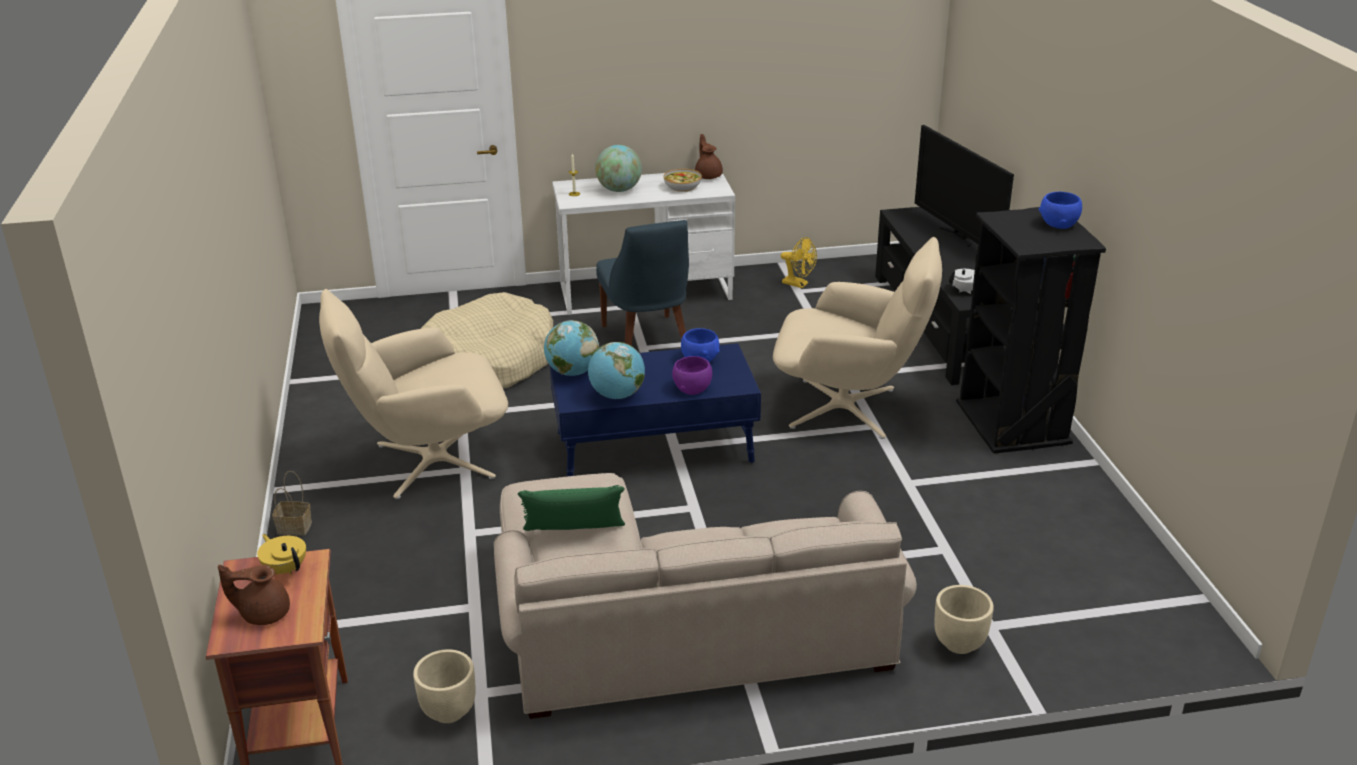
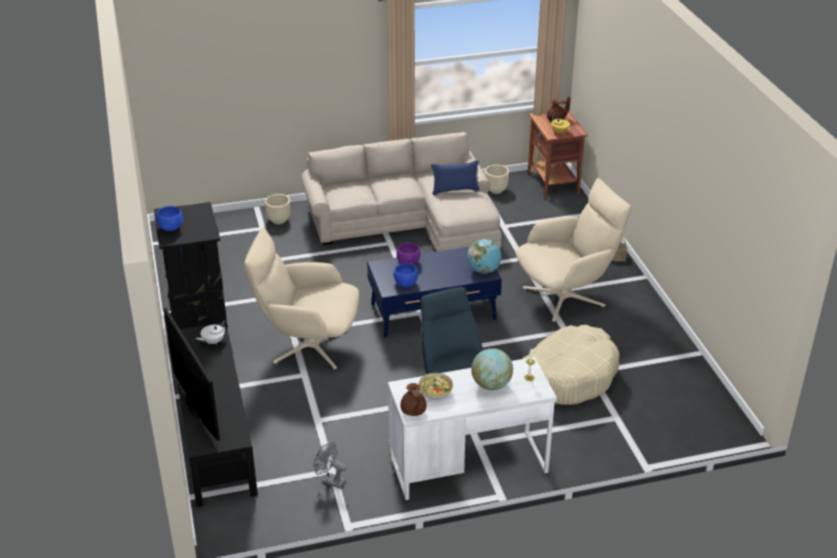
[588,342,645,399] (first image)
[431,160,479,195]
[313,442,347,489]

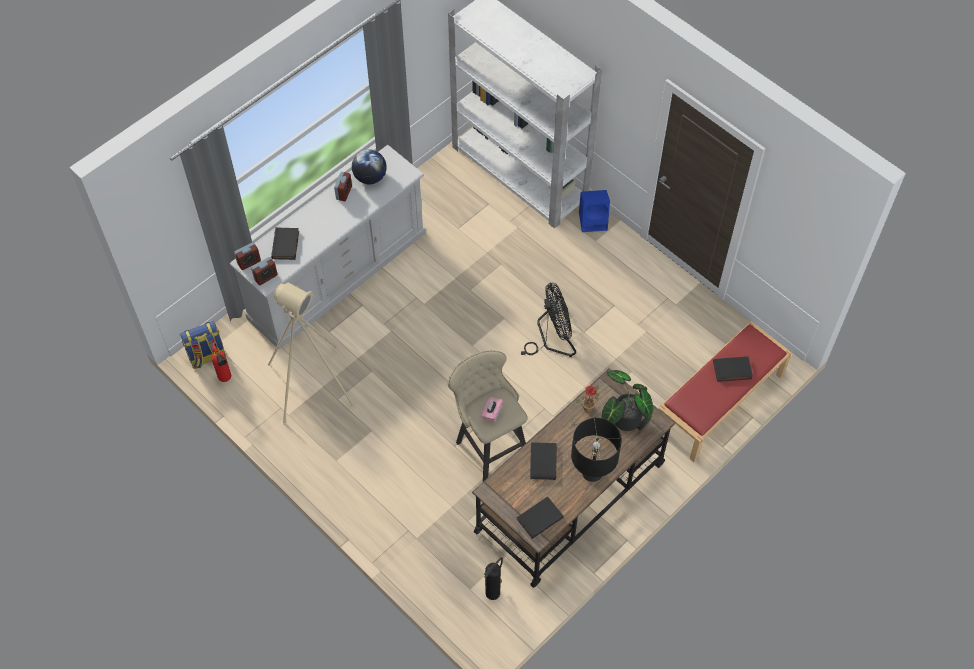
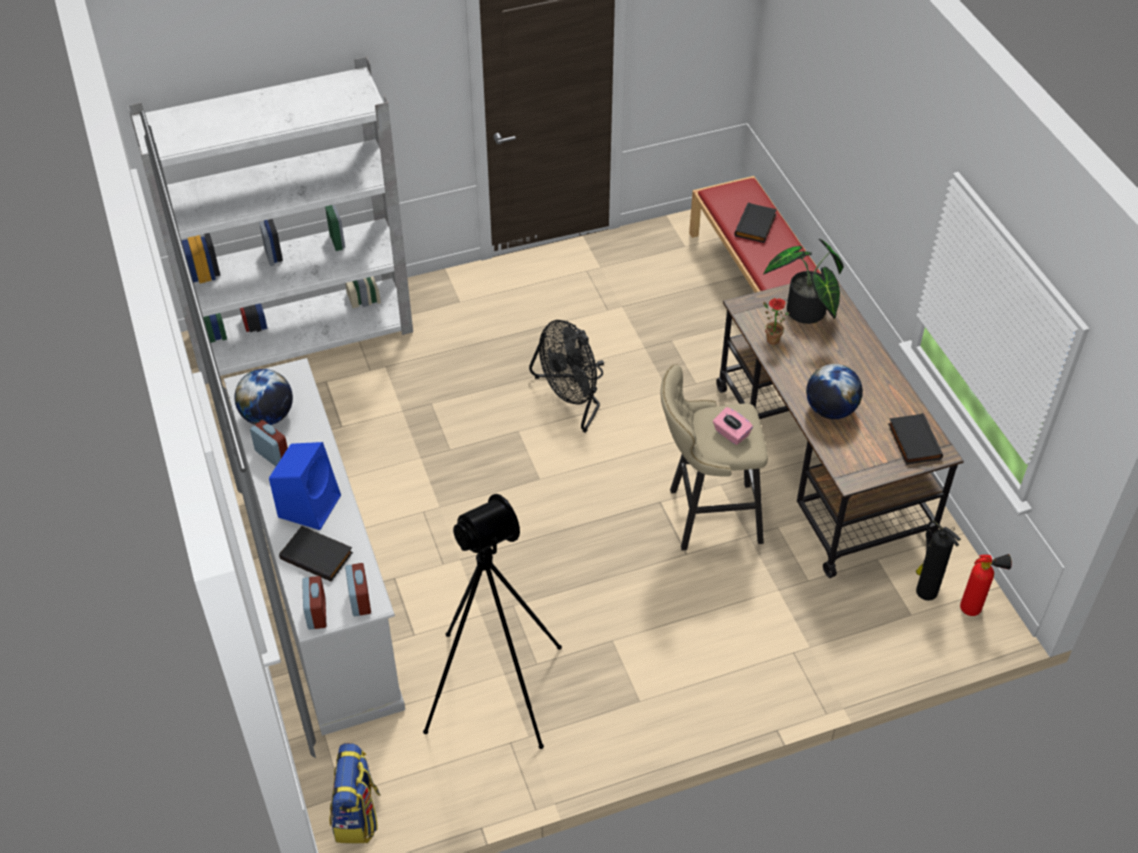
[571,418,622,482] (first image)
[960,554,1012,616]
[269,442,341,530]
[806,364,863,419]
[423,494,562,749]
[529,320,605,433]

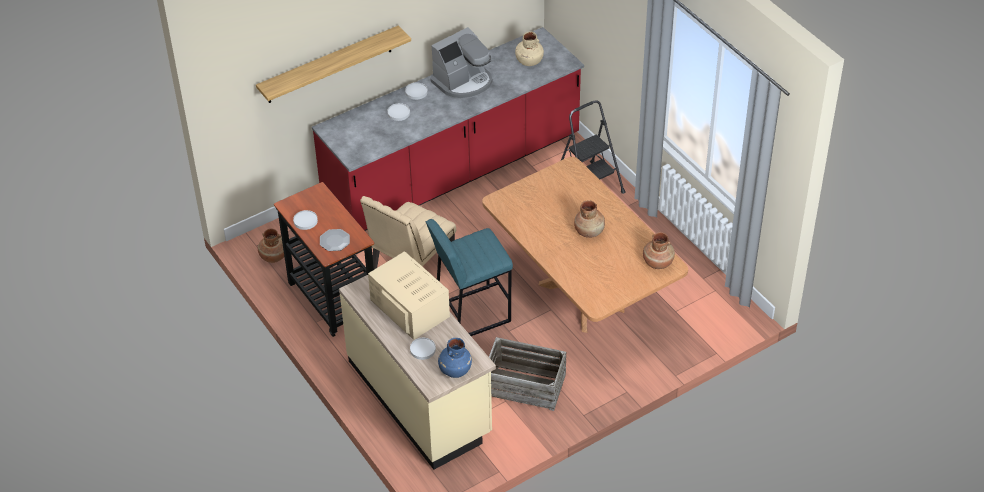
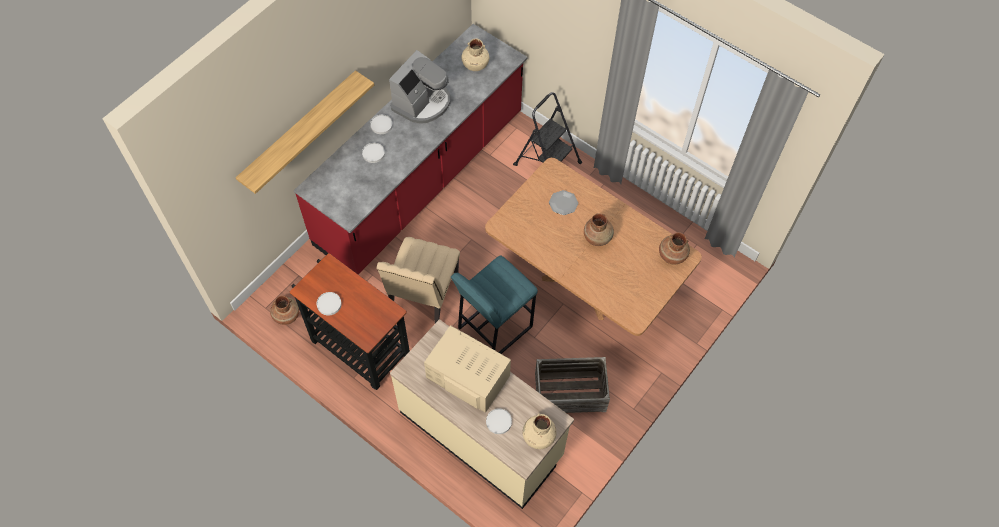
[549,190,578,215]
[523,413,557,449]

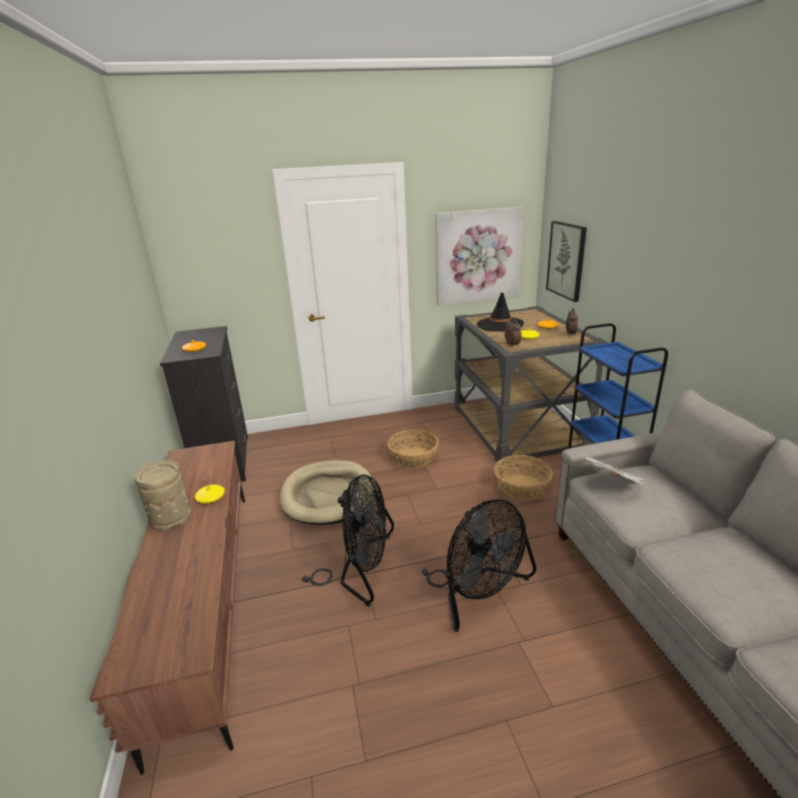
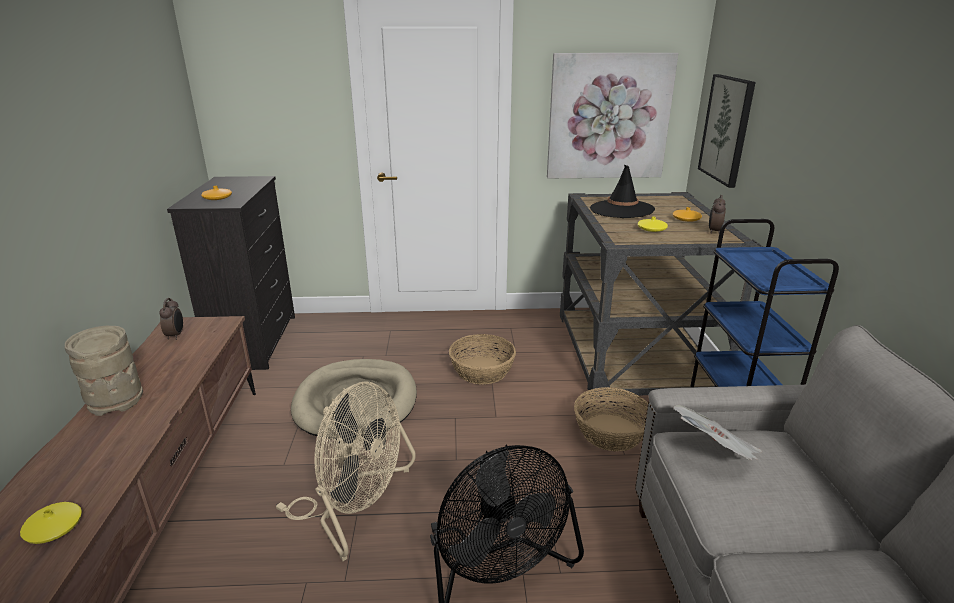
[20,502,82,544]
[159,298,183,340]
[276,382,416,561]

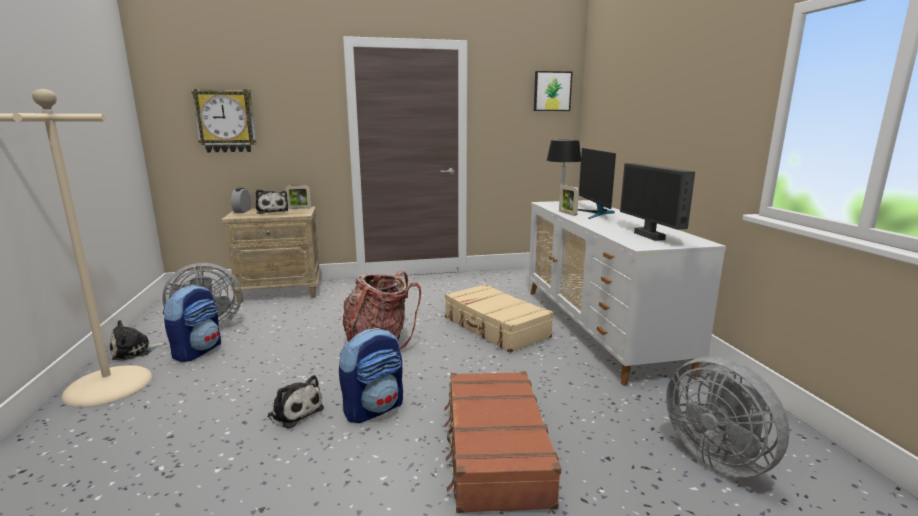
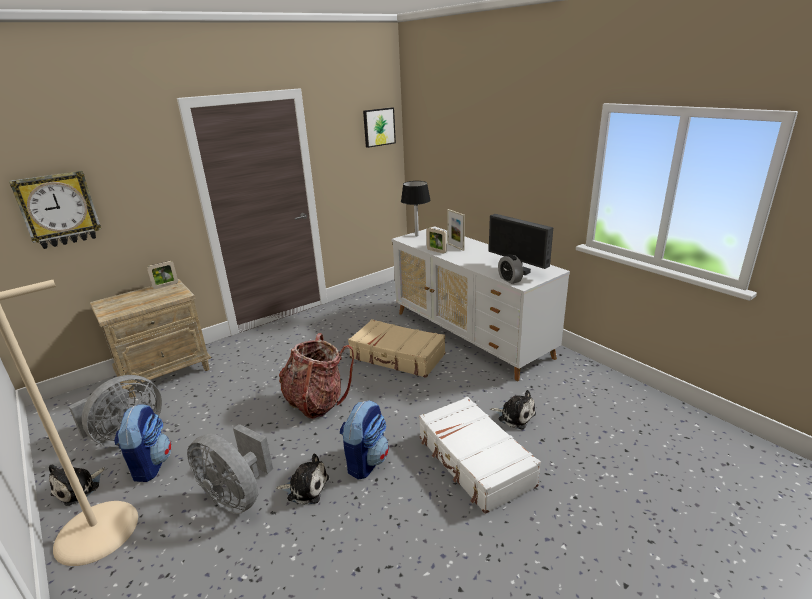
[498,254,523,284]
[491,390,536,429]
[187,424,273,514]
[447,209,465,251]
[419,397,541,514]

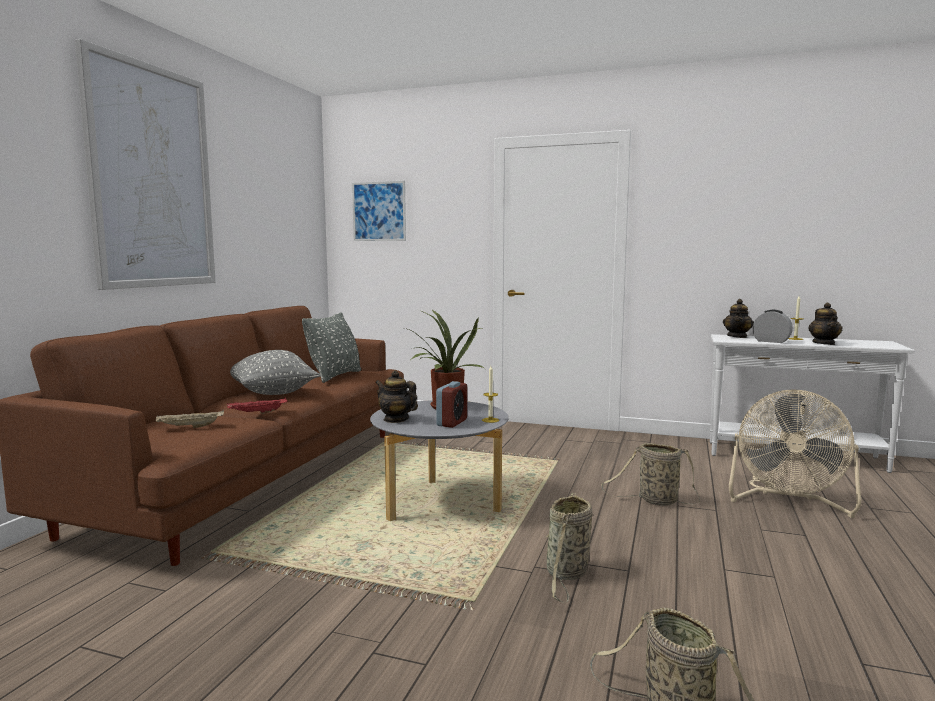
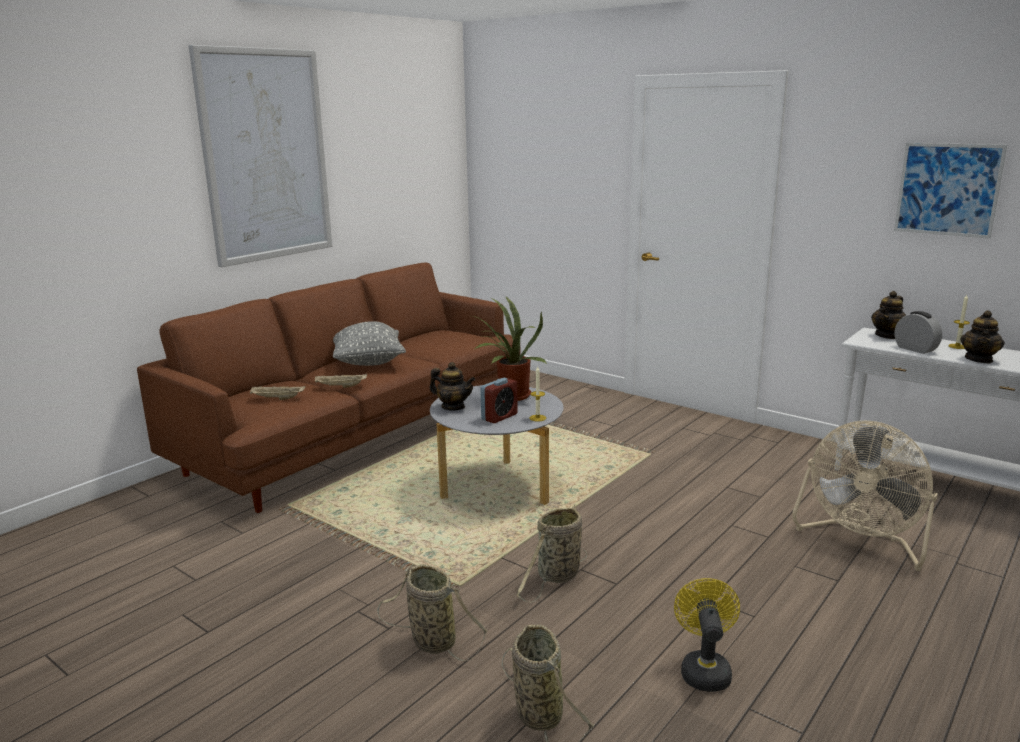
[302,312,361,383] (first image)
[674,578,740,692]
[894,143,1007,239]
[377,564,487,661]
[315,373,367,388]
[429,362,475,410]

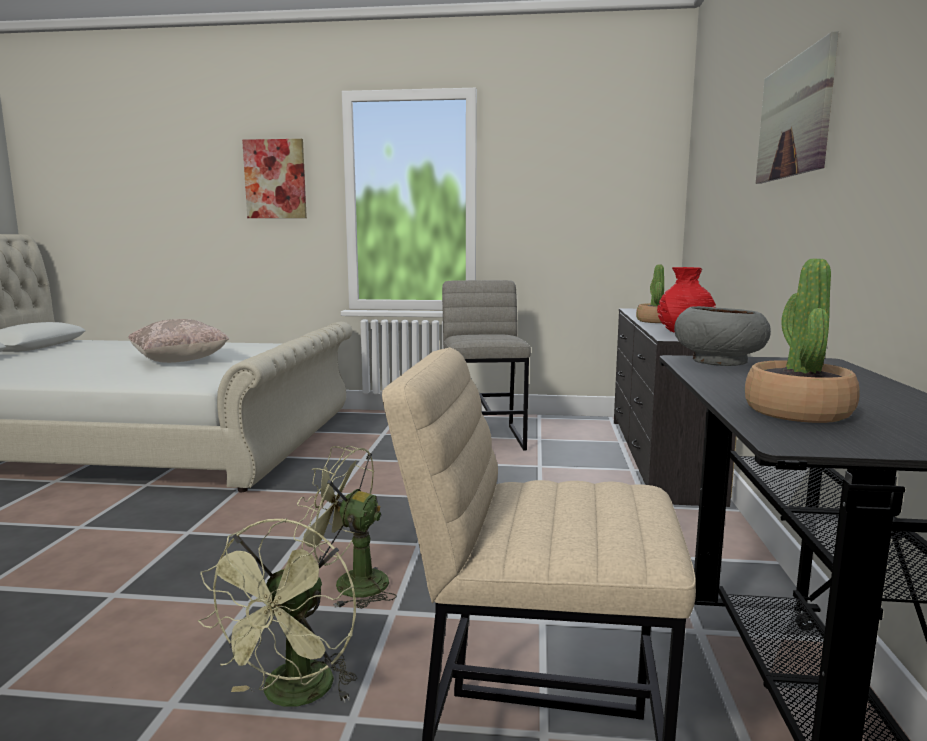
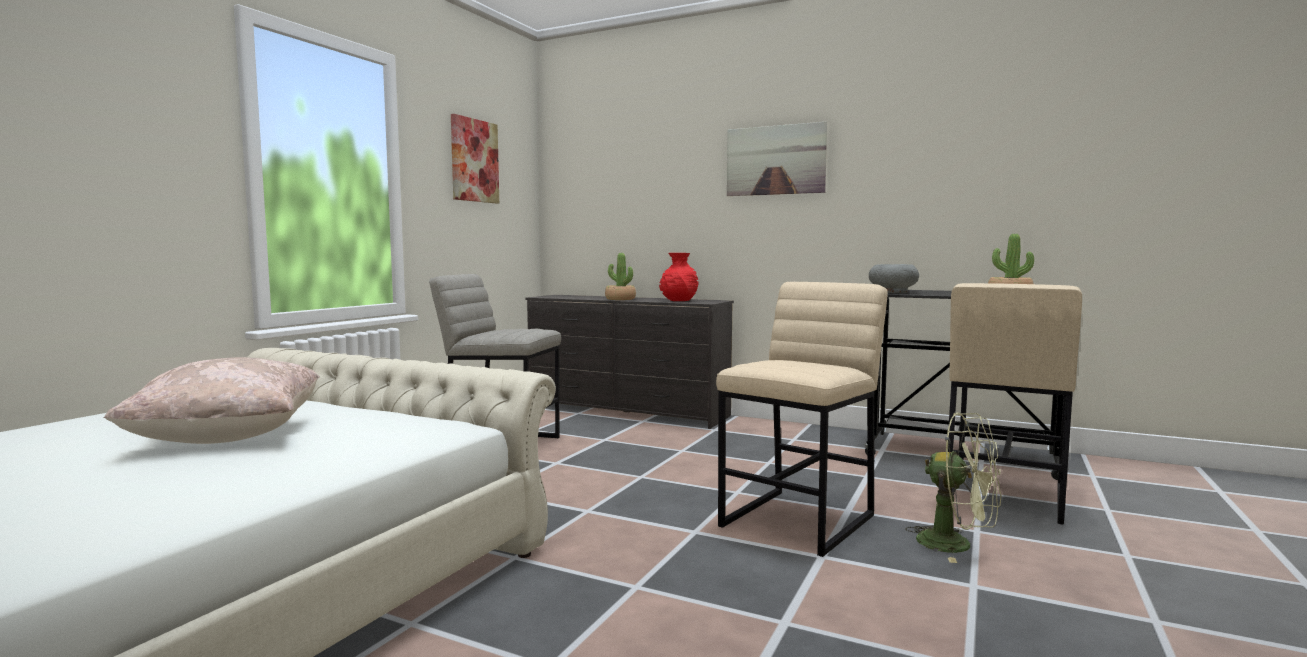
[451,114,499,203]
[716,282,888,557]

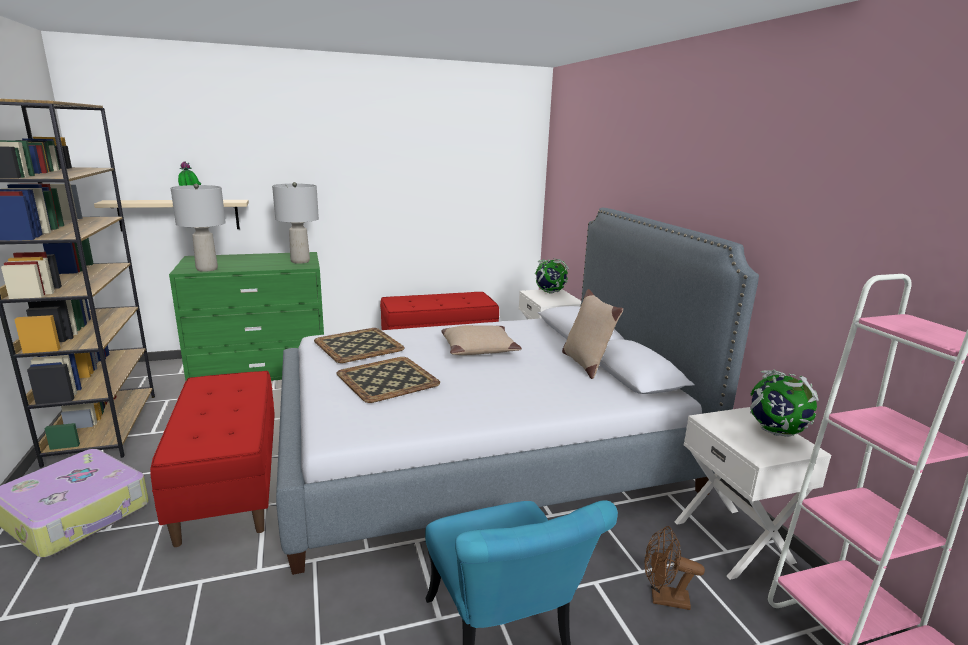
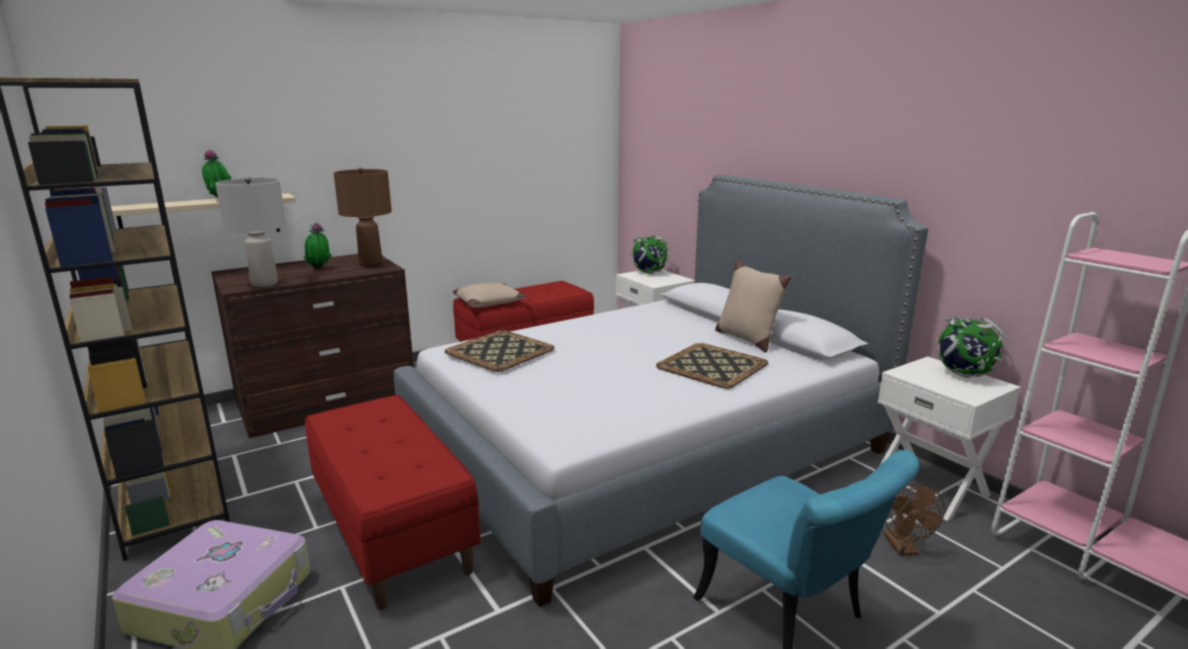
[304,222,332,269]
[656,343,768,389]
[453,283,527,308]
[211,254,414,438]
[334,168,392,267]
[883,483,945,556]

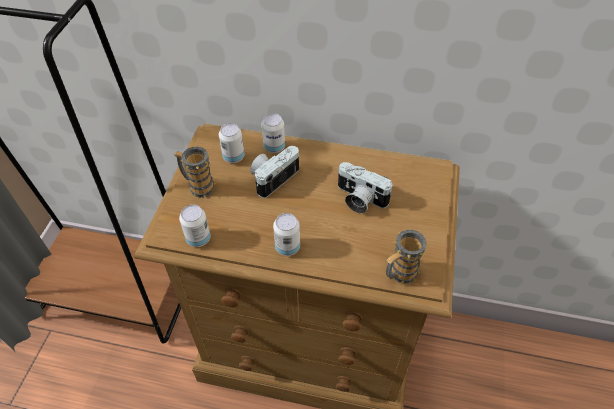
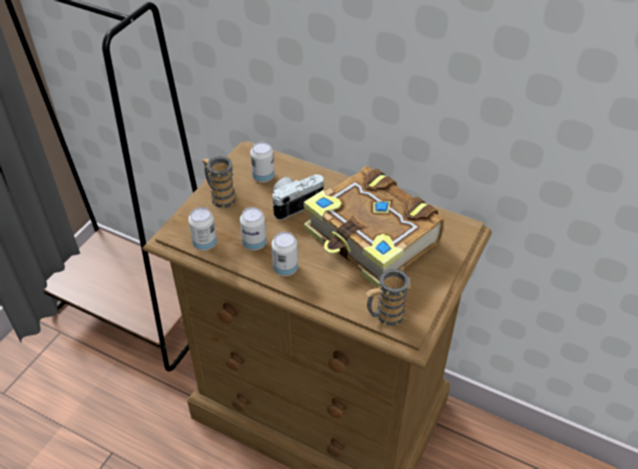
[240,207,267,250]
[304,166,445,288]

